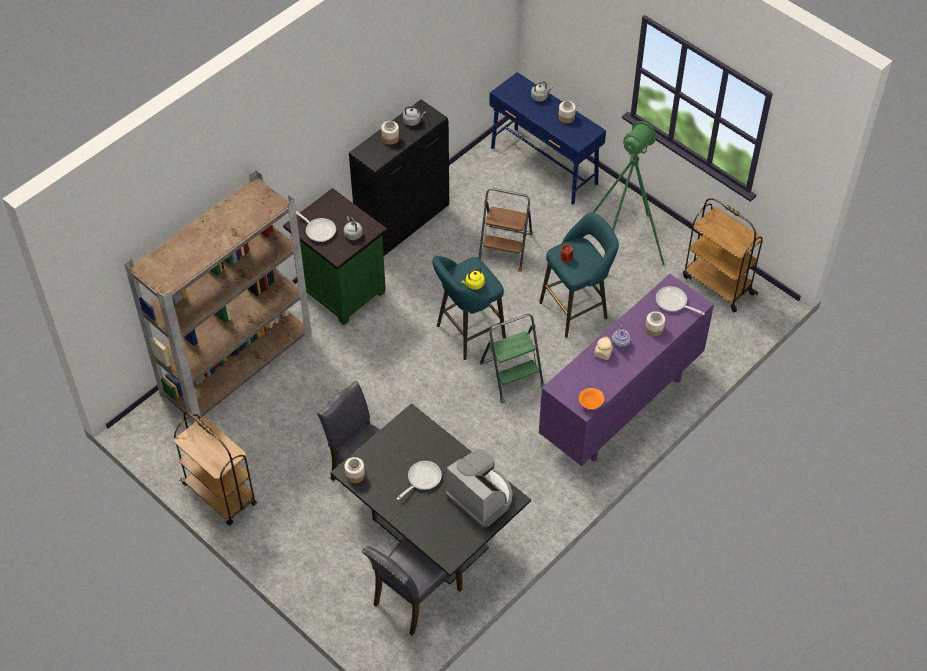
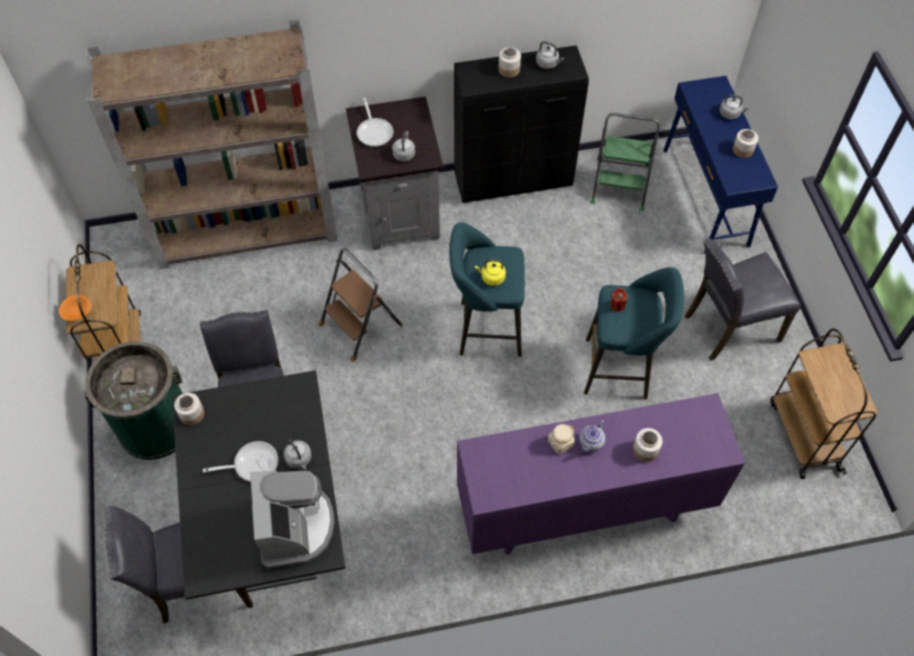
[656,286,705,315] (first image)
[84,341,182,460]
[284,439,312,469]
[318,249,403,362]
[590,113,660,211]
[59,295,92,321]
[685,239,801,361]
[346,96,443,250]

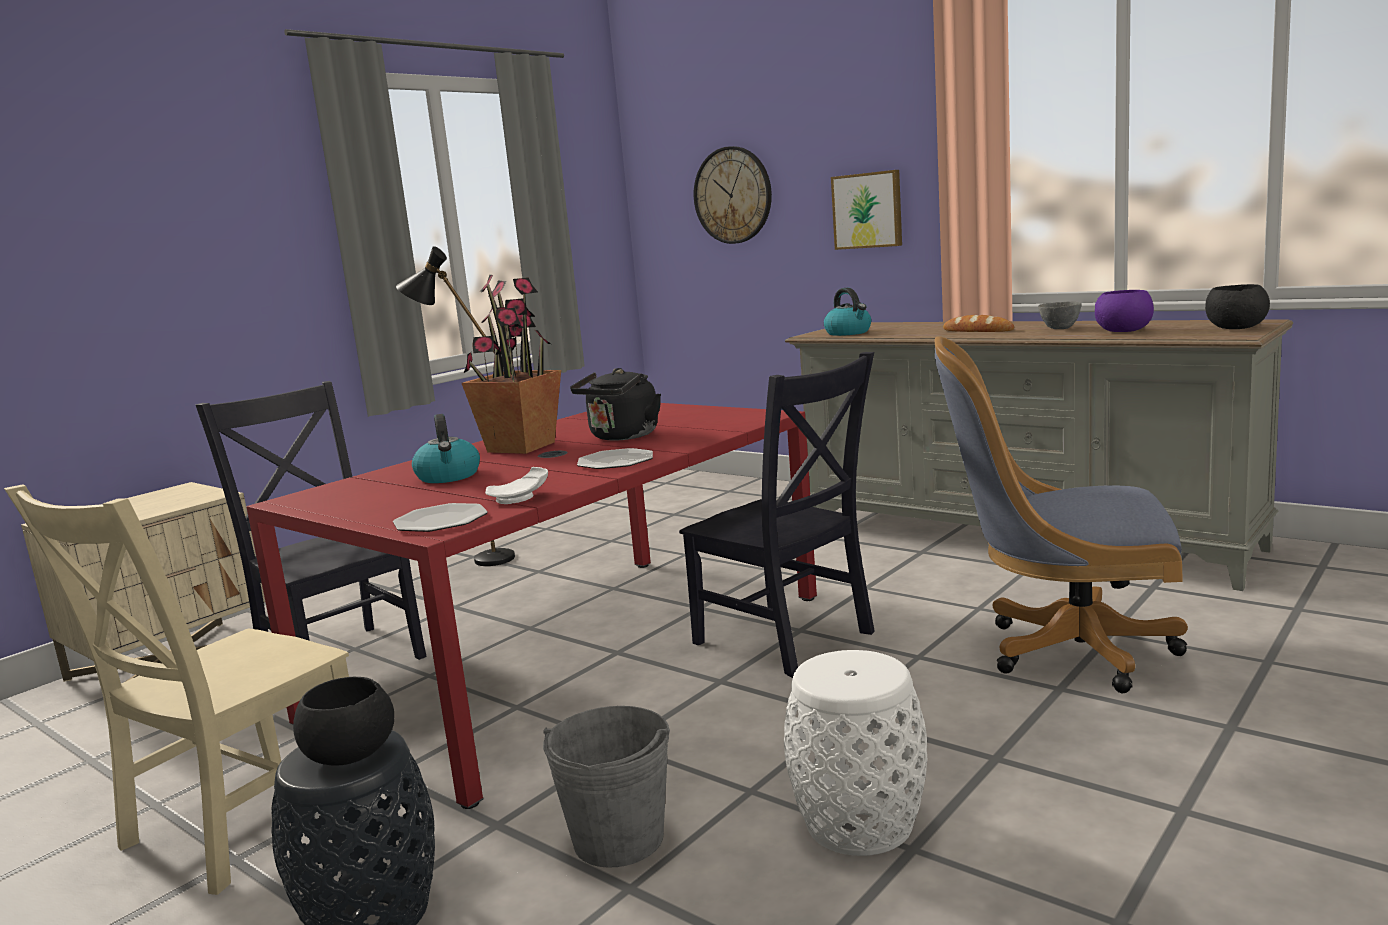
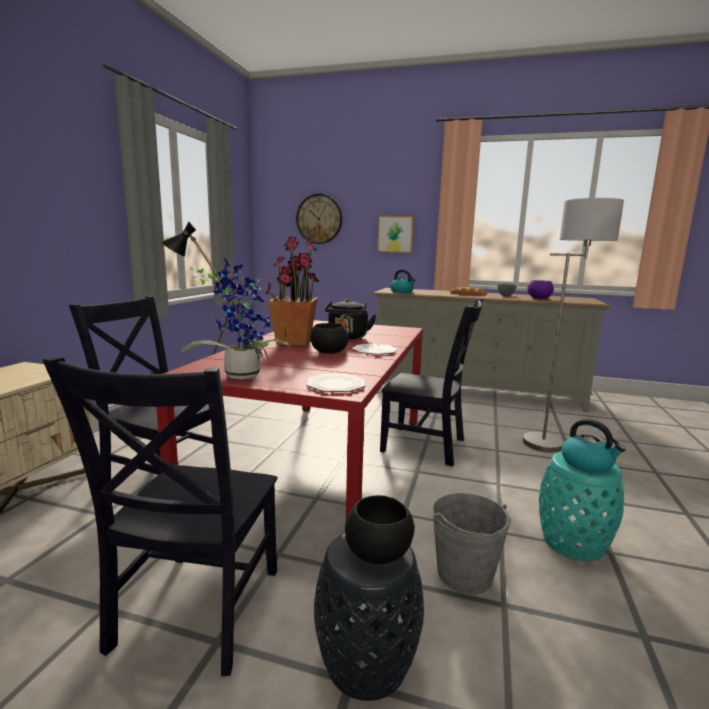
[485,467,548,504] (first image)
[181,257,290,379]
[562,419,626,473]
[310,323,349,354]
[523,198,624,453]
[42,356,277,676]
[539,451,624,561]

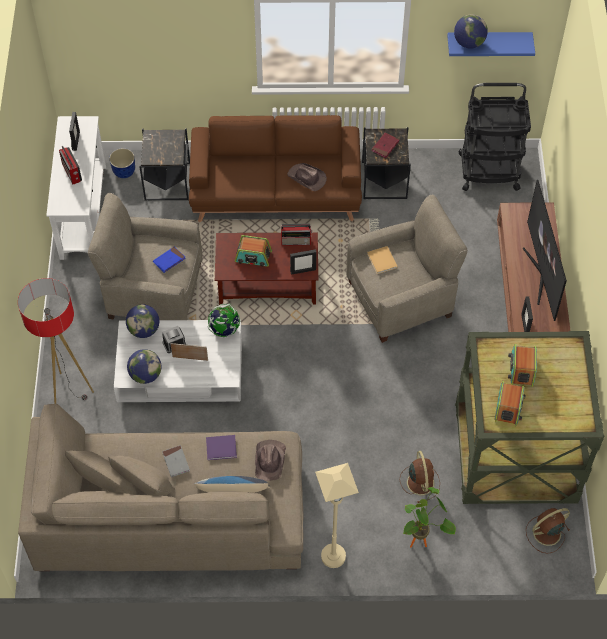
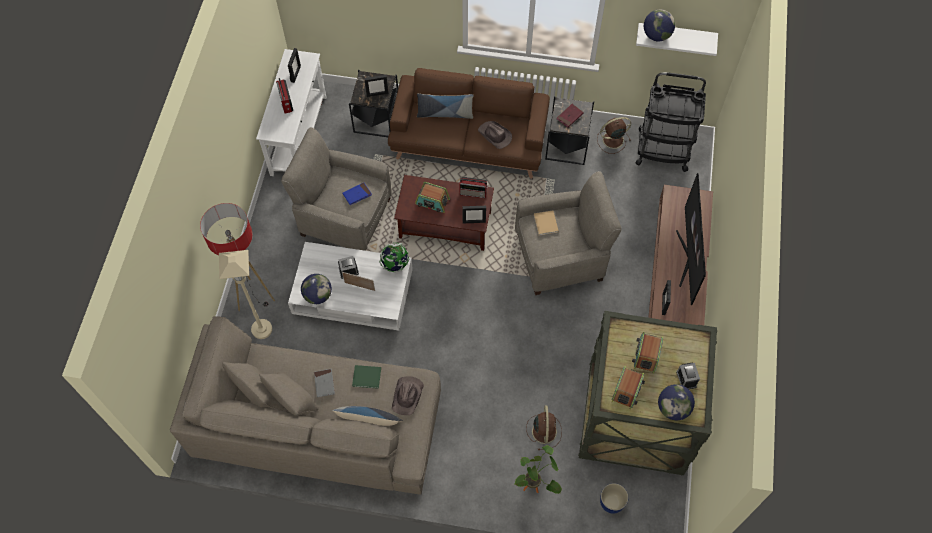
[364,75,388,97]
[417,93,473,119]
[676,362,700,389]
[600,483,628,514]
[658,384,695,420]
[219,250,272,339]
[597,117,631,154]
[352,365,381,389]
[636,23,718,56]

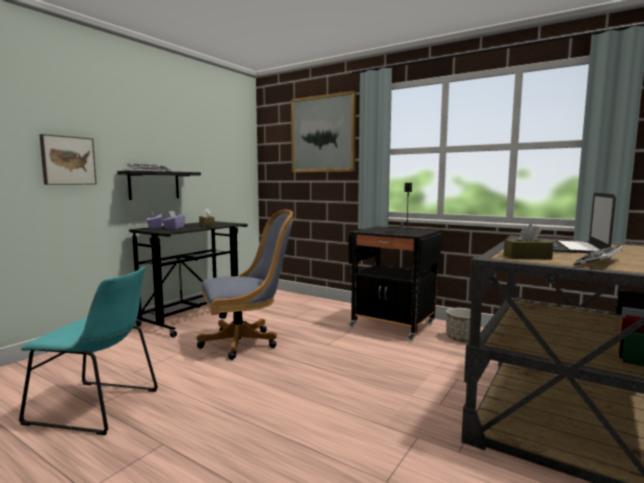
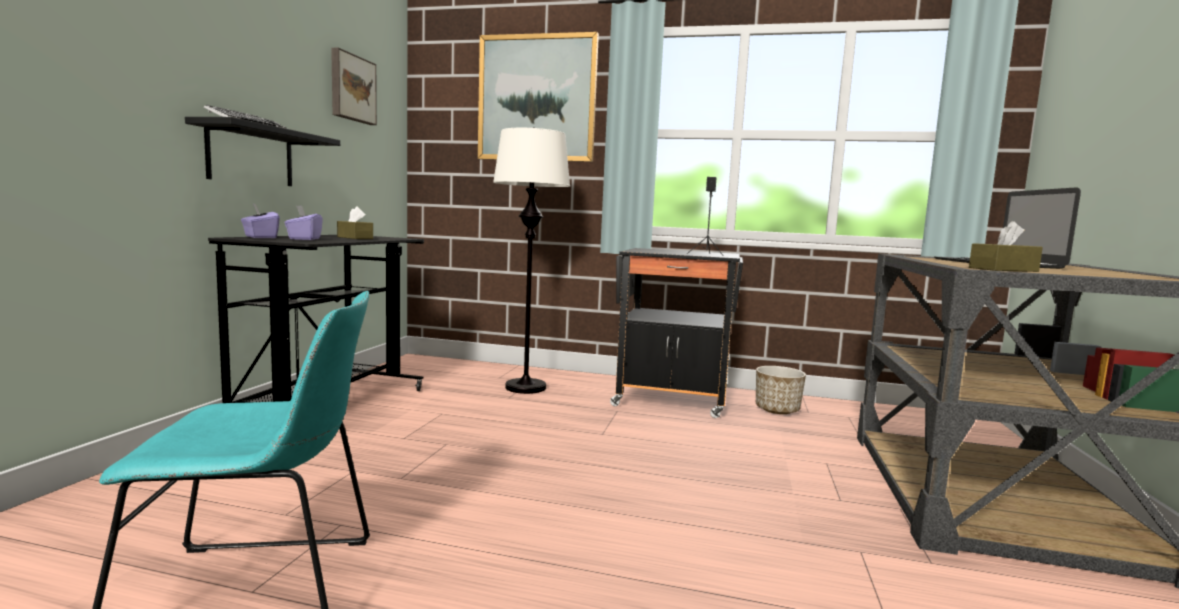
[196,210,293,360] (first image)
[574,245,623,265] (first image)
[493,127,570,394]
[331,48,377,125]

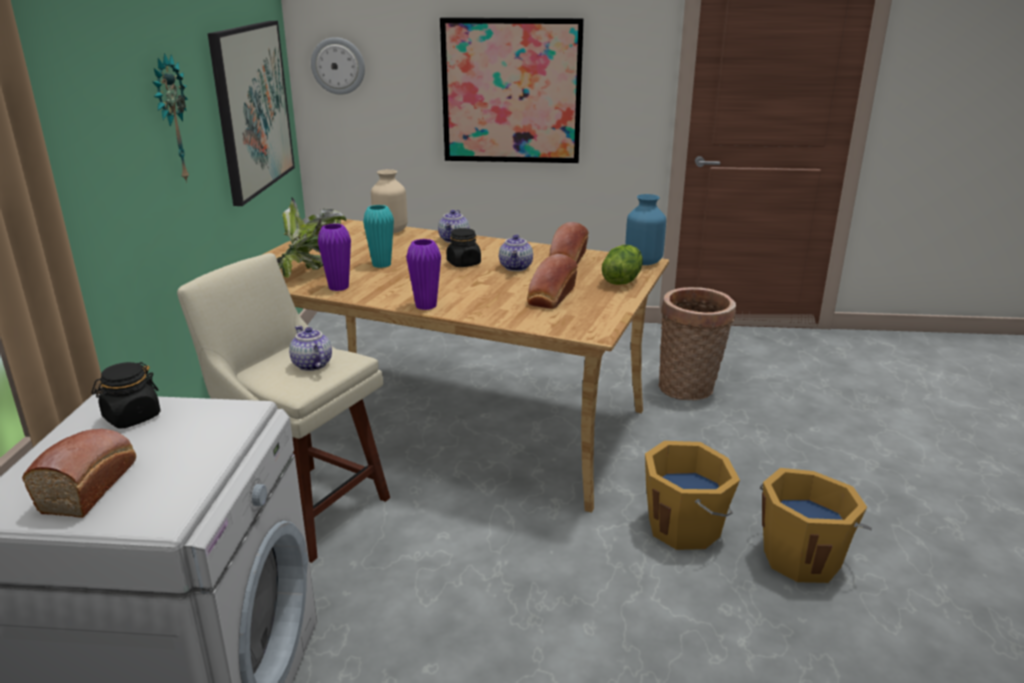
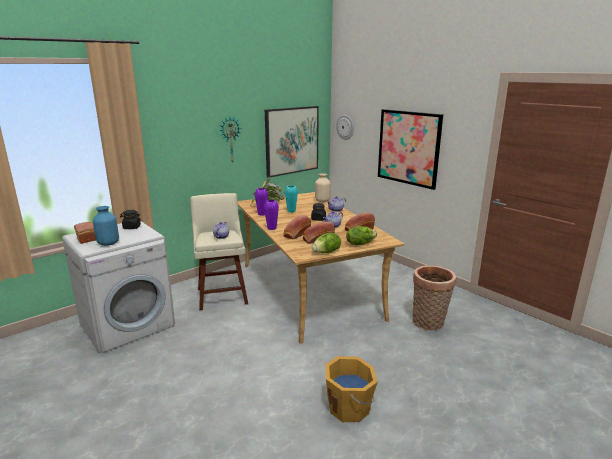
[645,441,740,550] (first image)
[283,215,311,239]
[312,233,341,253]
[93,206,119,246]

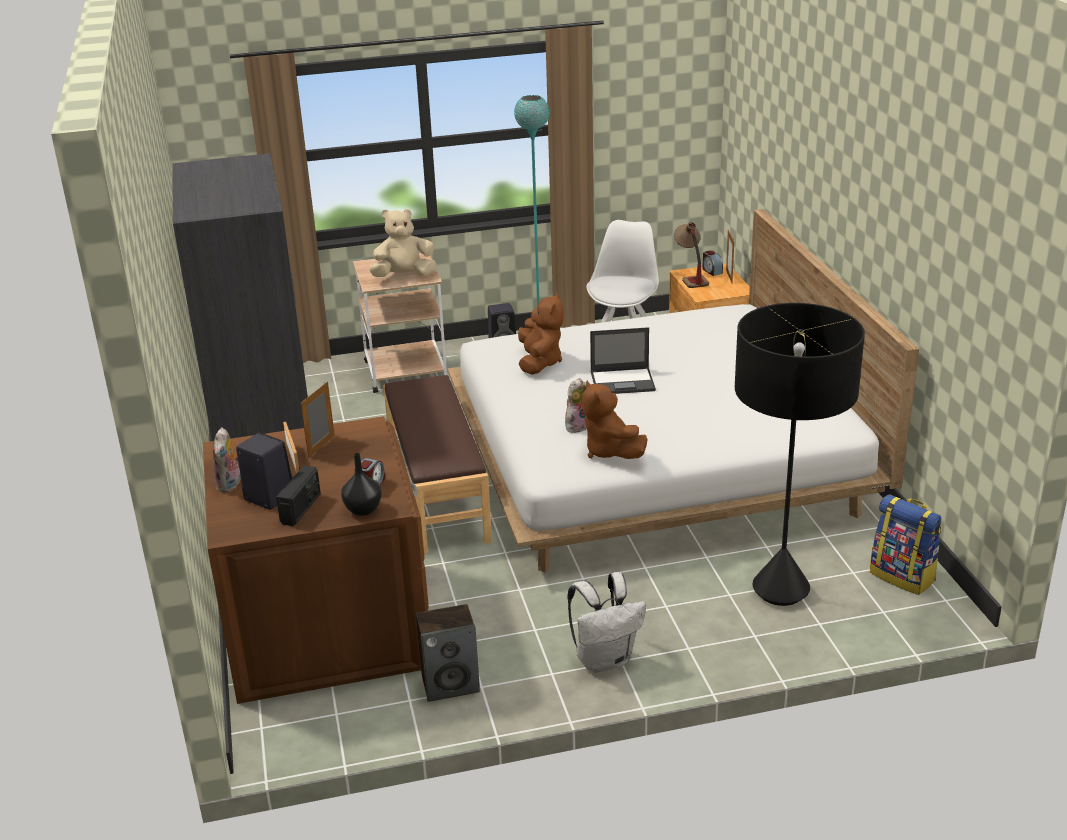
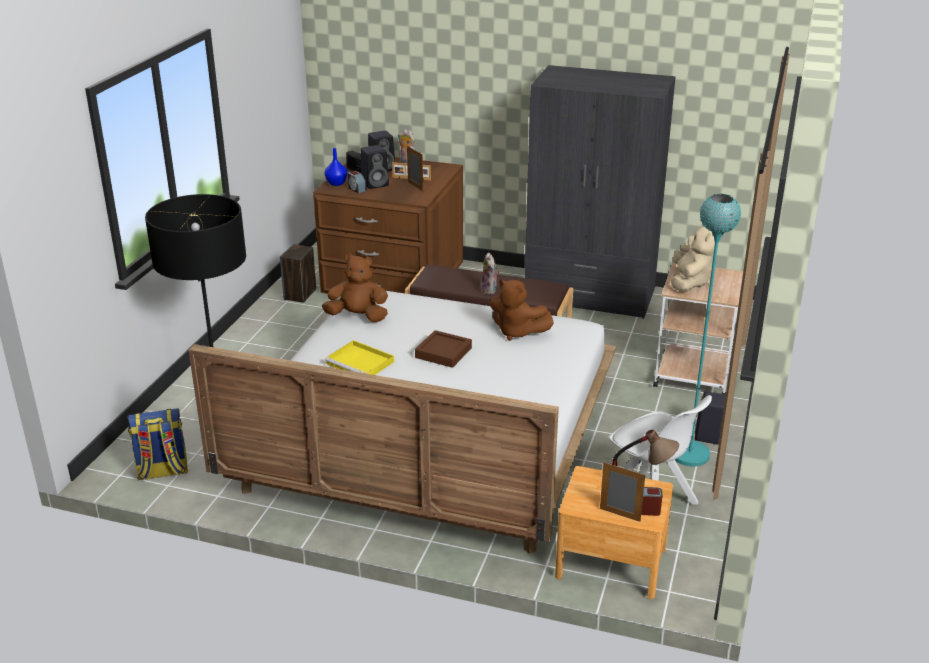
[567,572,646,673] (first image)
[325,340,394,375]
[361,145,389,189]
[481,252,499,295]
[415,330,472,368]
[325,148,348,186]

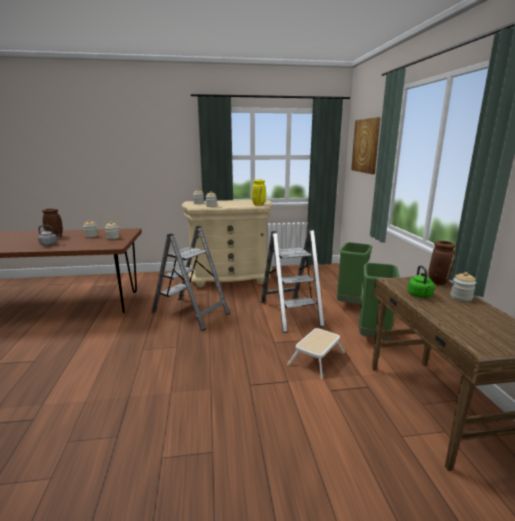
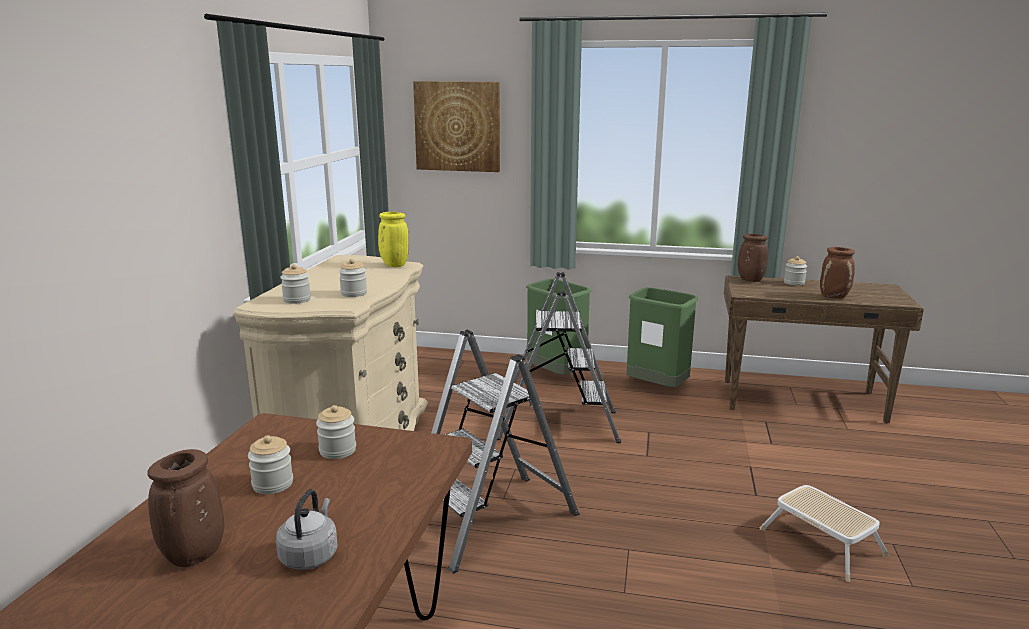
[407,265,435,298] (first image)
[820,247,855,299]
[760,485,889,582]

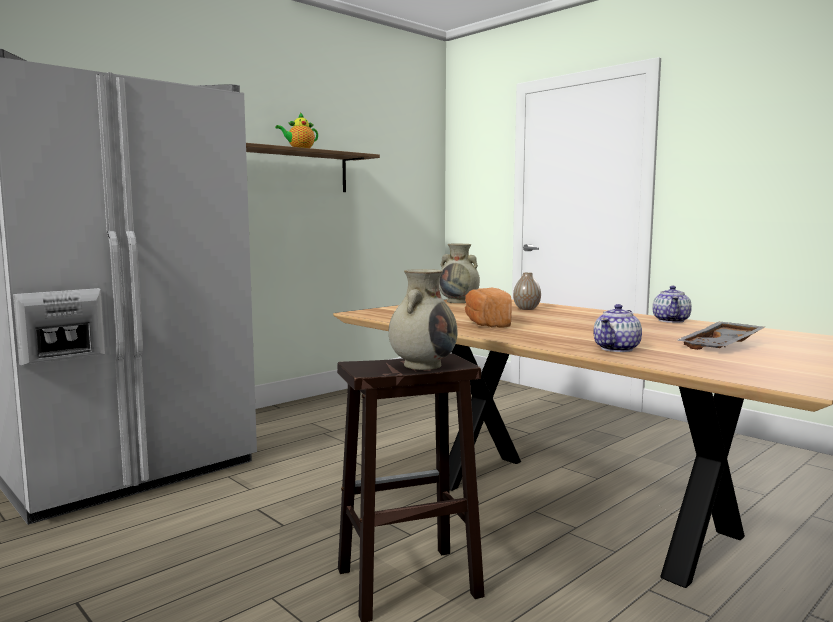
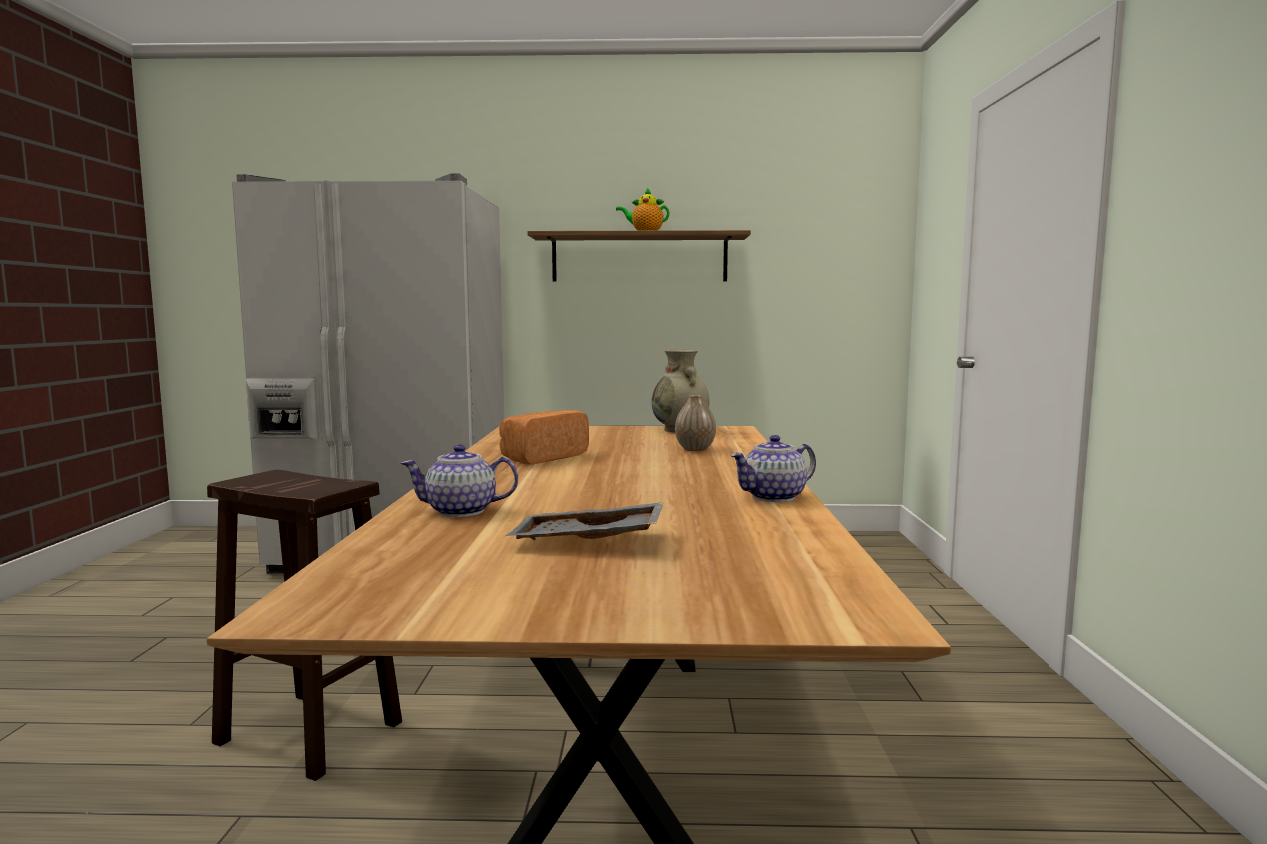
[389,269,457,370] (first image)

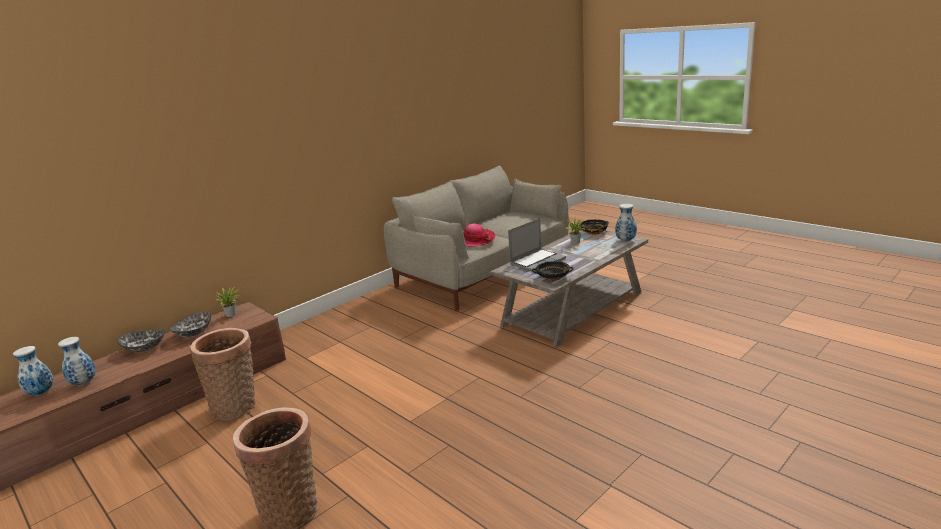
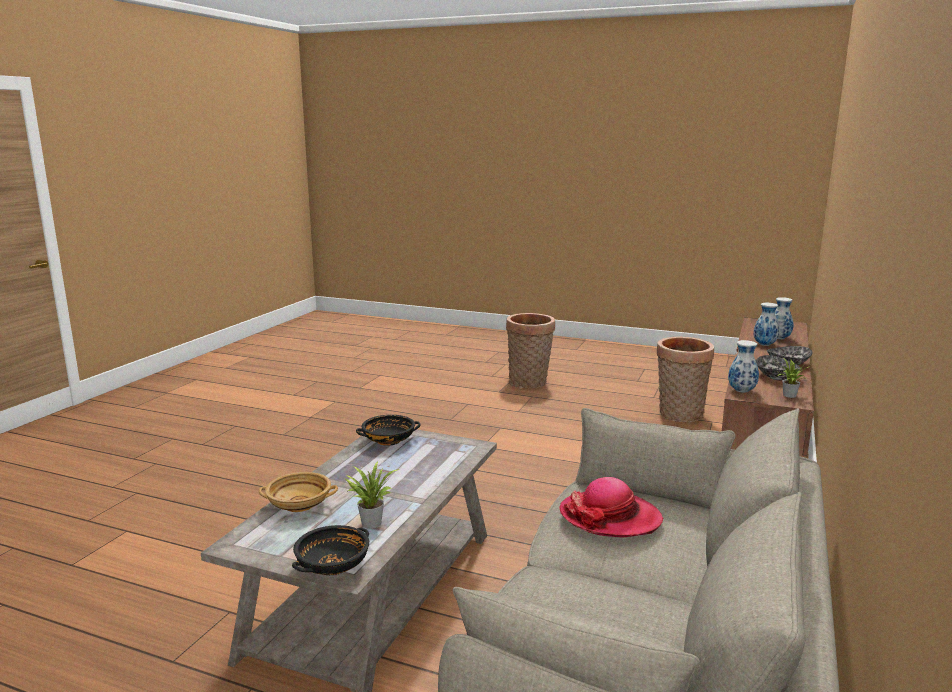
[508,218,566,272] (first image)
[259,472,338,512]
[728,340,759,393]

